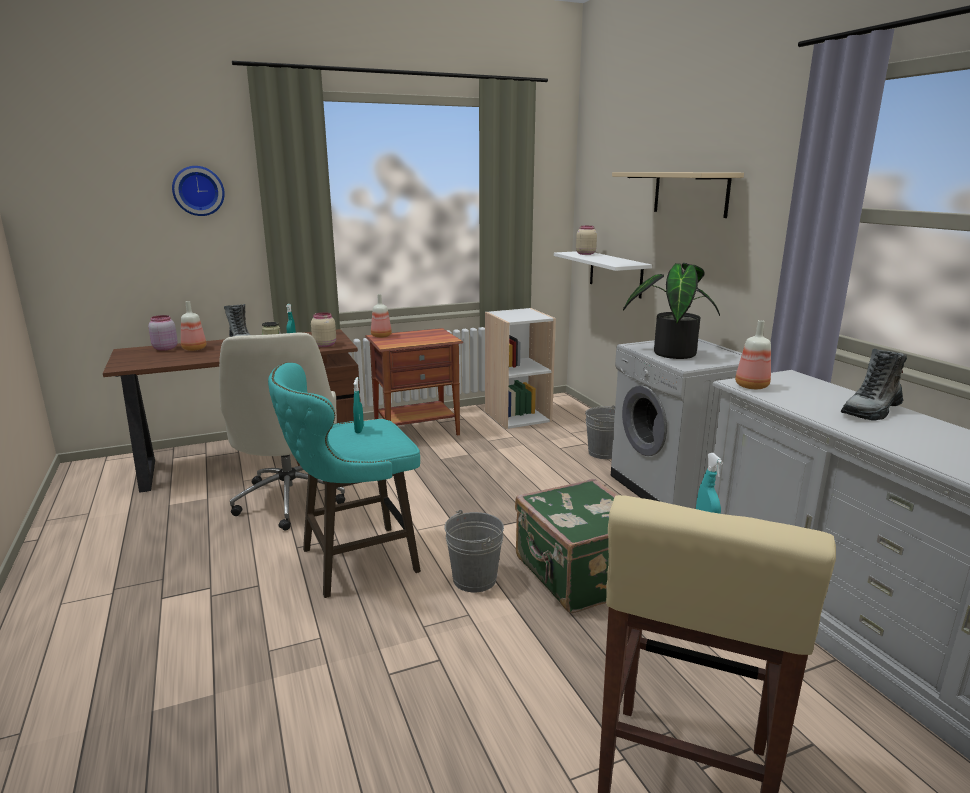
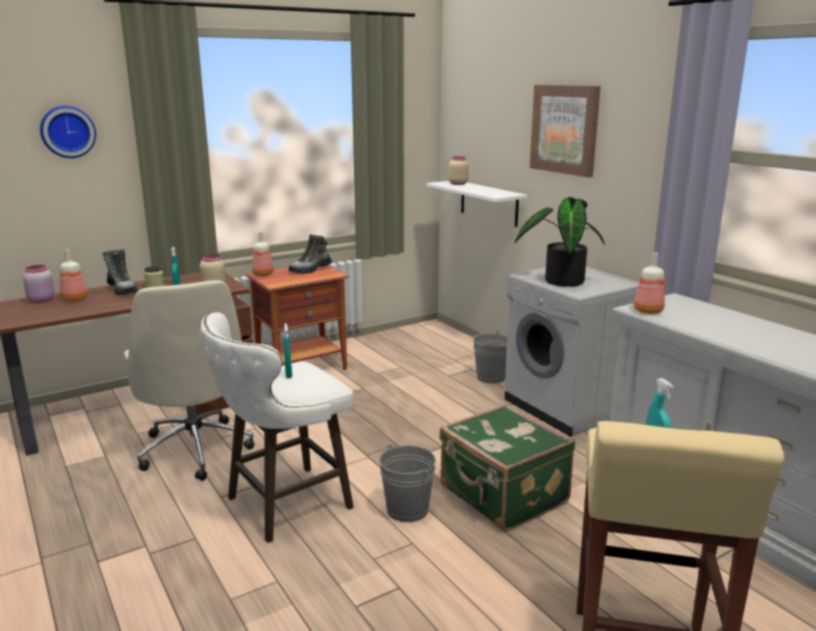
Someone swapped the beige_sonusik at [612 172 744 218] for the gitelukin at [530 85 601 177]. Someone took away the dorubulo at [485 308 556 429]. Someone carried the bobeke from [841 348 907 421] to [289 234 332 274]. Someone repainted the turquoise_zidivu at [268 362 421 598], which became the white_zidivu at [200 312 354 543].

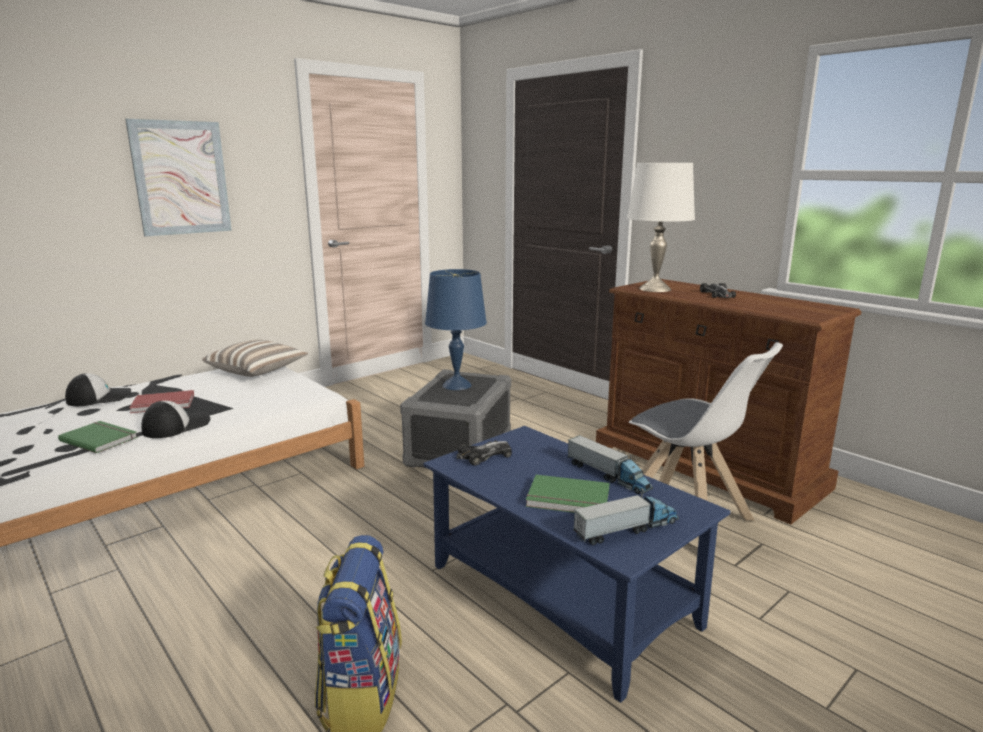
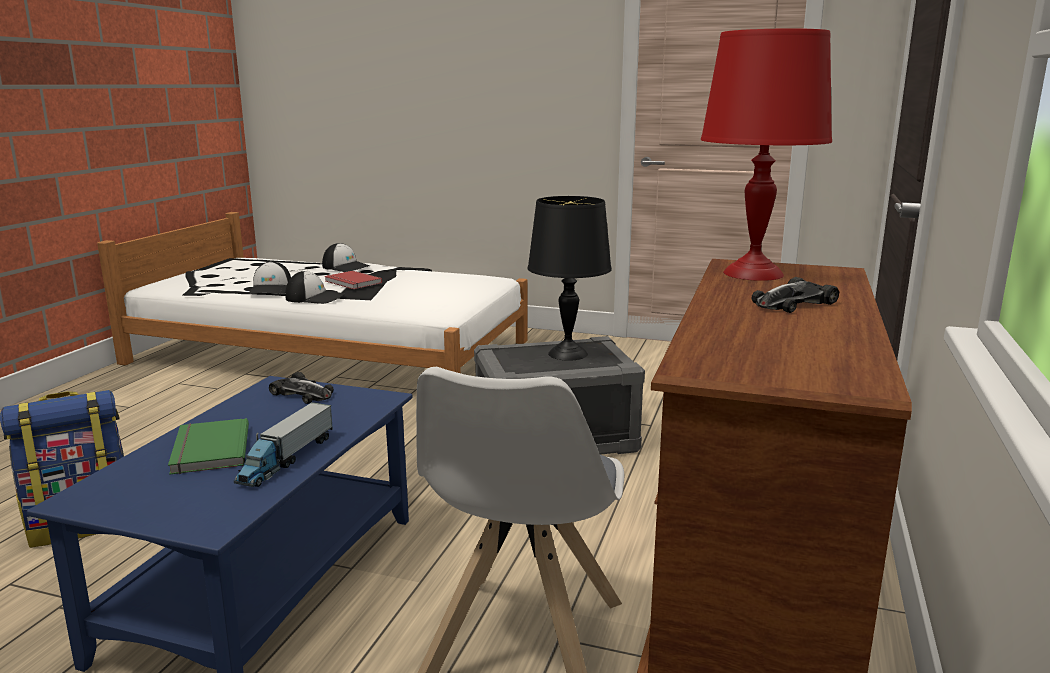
Someone took away the gitelukin at [125 119 232 236]. Someone repainted the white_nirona at [627 163 695 292], which became the red_nirona at [701 28 832 281]. Someone repainted the blue_nirona at [425 269 487 390], which became the black_nirona at [528 196 612 361]. Someone took away the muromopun at [202 340 308 377]. Someone swapped the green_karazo at [58 421 138 453] for the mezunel at [248 261 291 294]. Someone took away the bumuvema at [573 492 679 545].

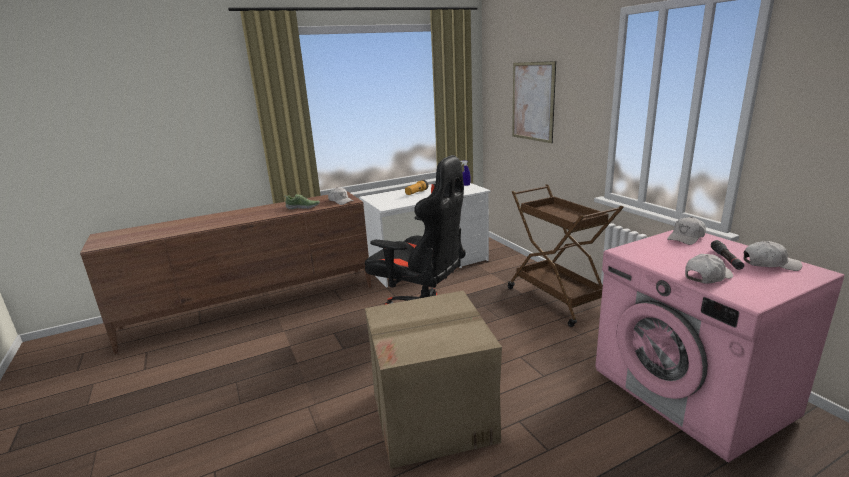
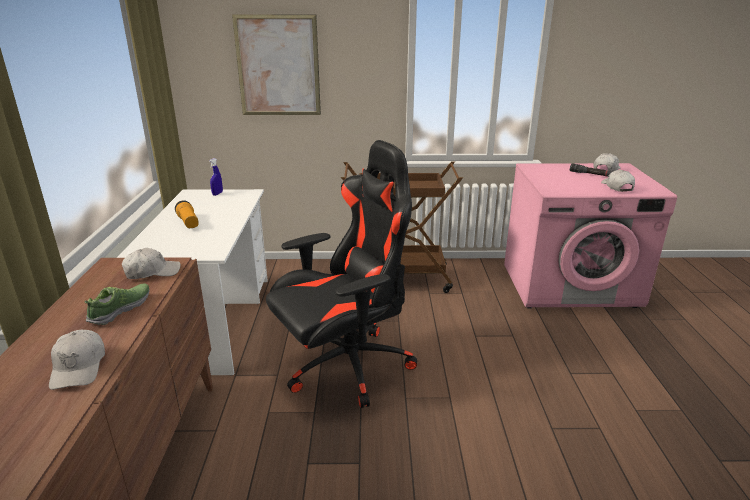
Someone carried the white_mezunel from [667 217 706 245] to [49 330 105 390]. Someone took away the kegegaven at [365 291 502 469].

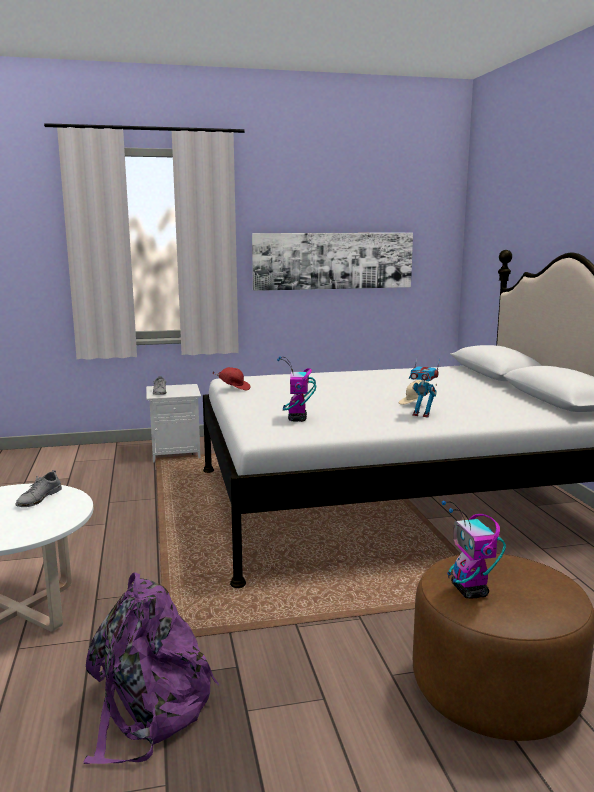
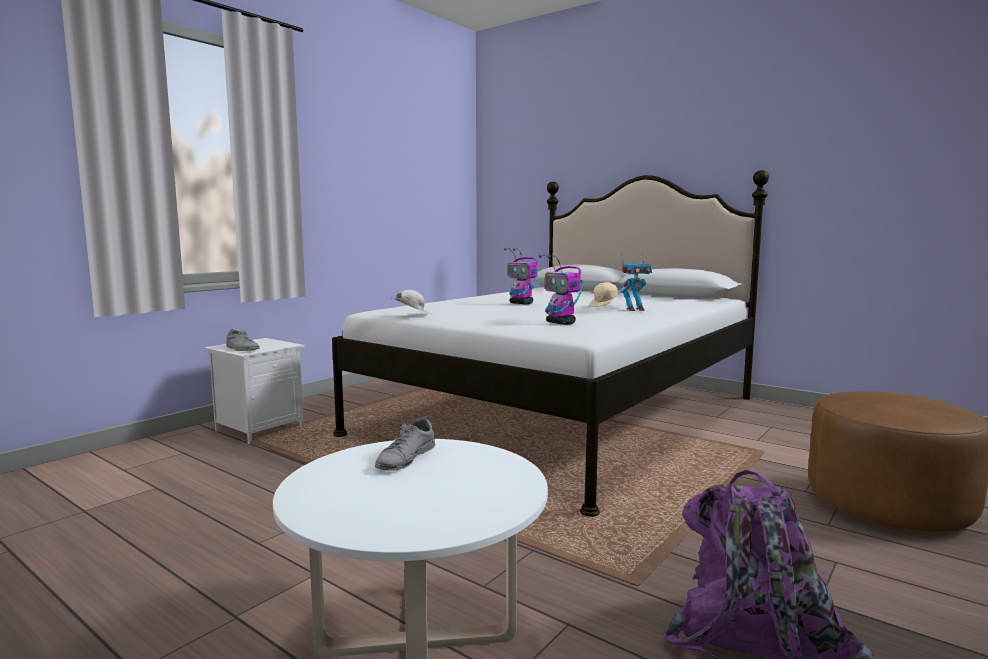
Someone took away the gitelukin at [252 233 413 291]. Someone repainted the red_mezunel at [213 367 251 391], which became the white_mezunel at [391 290 432 314]. Someone rotated the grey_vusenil at [16 470 62 507] by 45 degrees clockwise. Someone carried the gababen from [442 501 506 599] to [504 248 538 304].

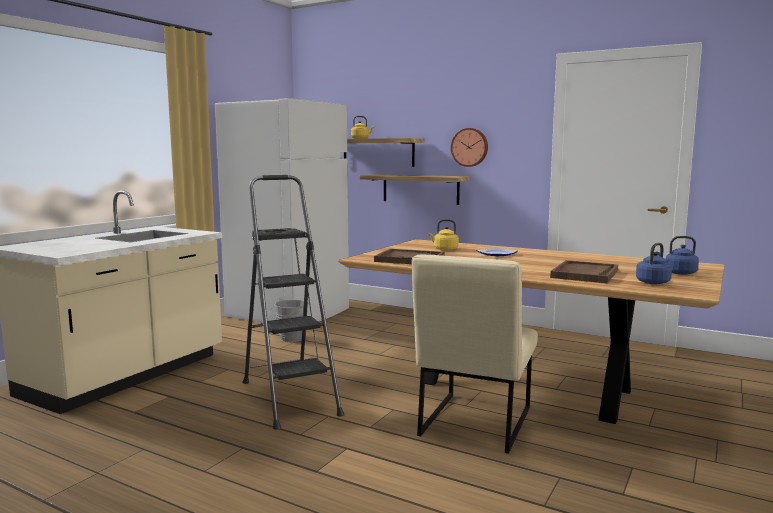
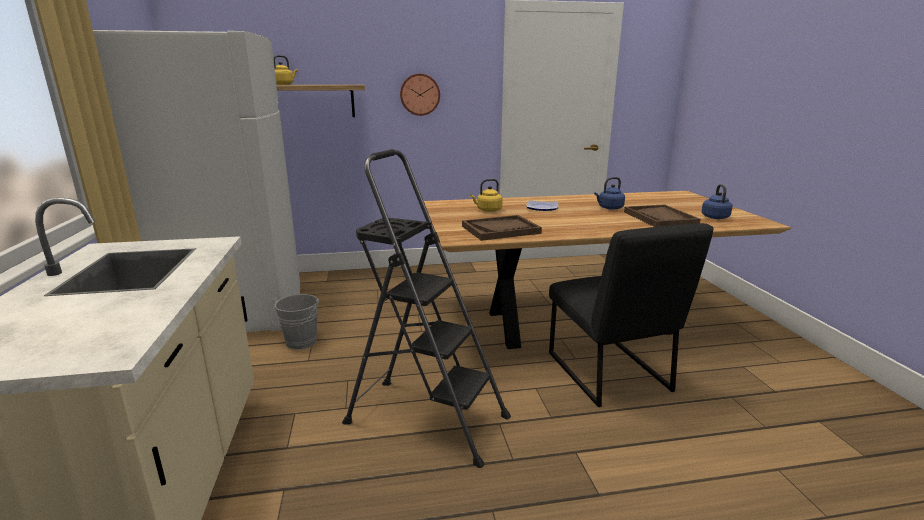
Someone took away the sonusik at [360 174 470 205]. Someone carried the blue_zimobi from [656 236 699 275] to [594 177 625 210]. Someone repainted the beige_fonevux at [412 255 538 454], which became the black_fonevux at [549 223 714 407].

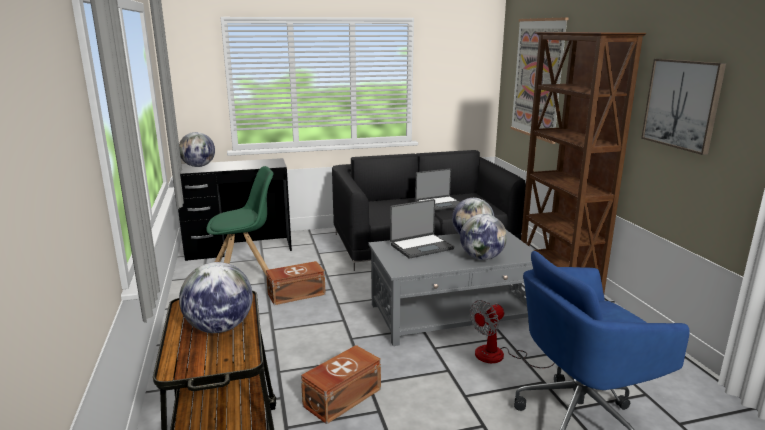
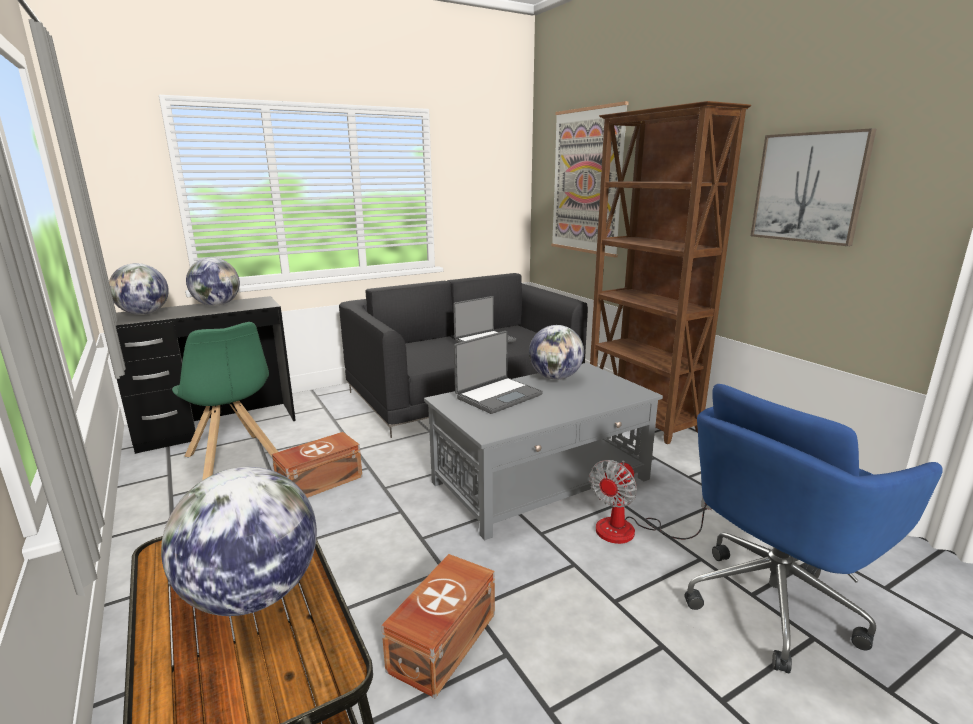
Someone rotated the green_fonevux at [206 166 274 275] by 90 degrees clockwise. Someone carried the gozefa from [460 214 507 260] to [186 257 240 306].

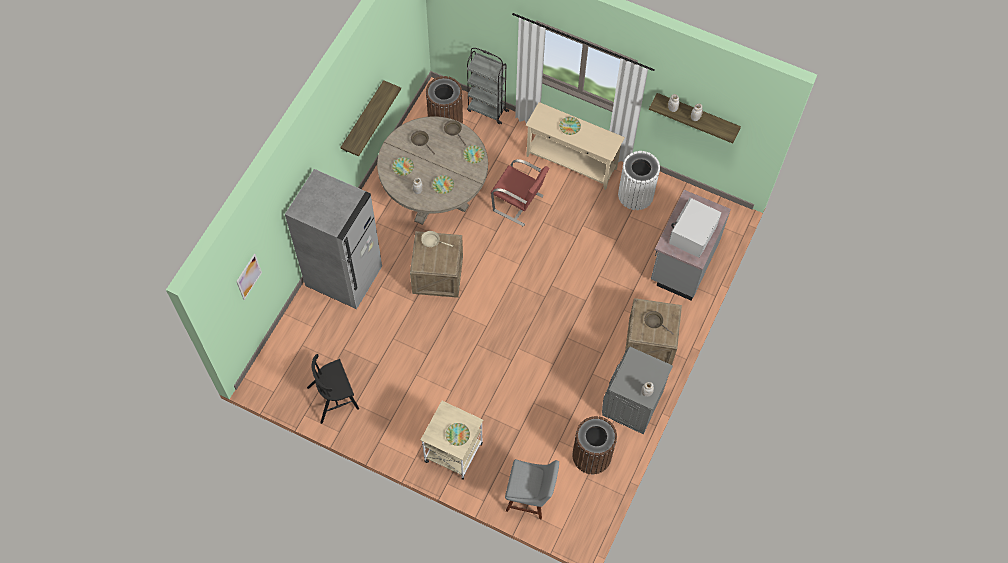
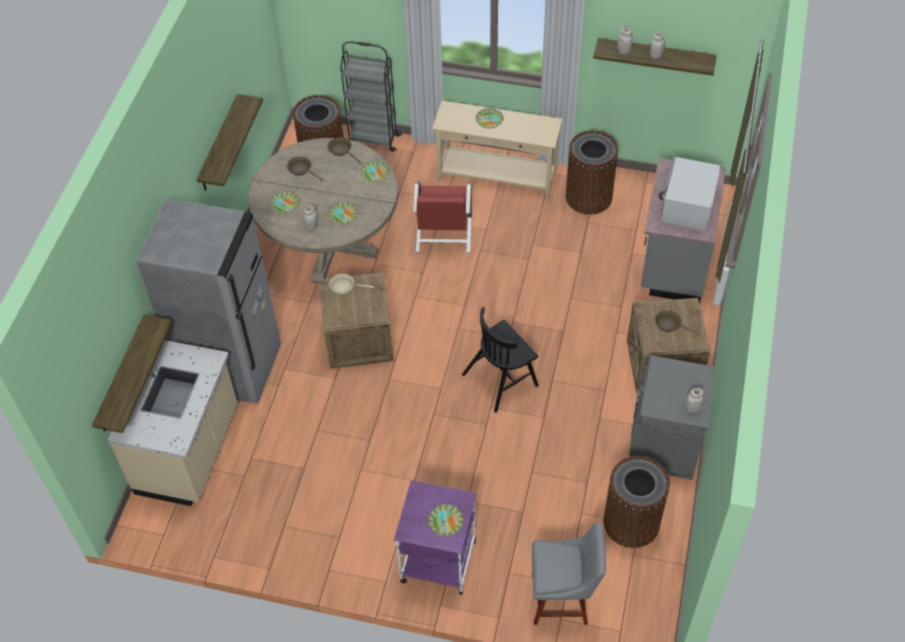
Someone repainted the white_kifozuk at [618 151 660 210], which became the brown_kifozuk at [566 130 618 215]. Someone rotated the red_fonevux at [491 159 550 227] by 75 degrees clockwise. Someone took away the gitelukin at [236 253 262 300]. Someone carried the black_fonevux from [307 354 359 424] to [462 307 538 413]. Someone repainted the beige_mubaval at [421 401 483 480], which became the purple_mubaval at [394 480 477 595]. Someone put up the sonusik at [92 315 173 433]. Someone put down the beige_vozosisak at [107 340 238 506].

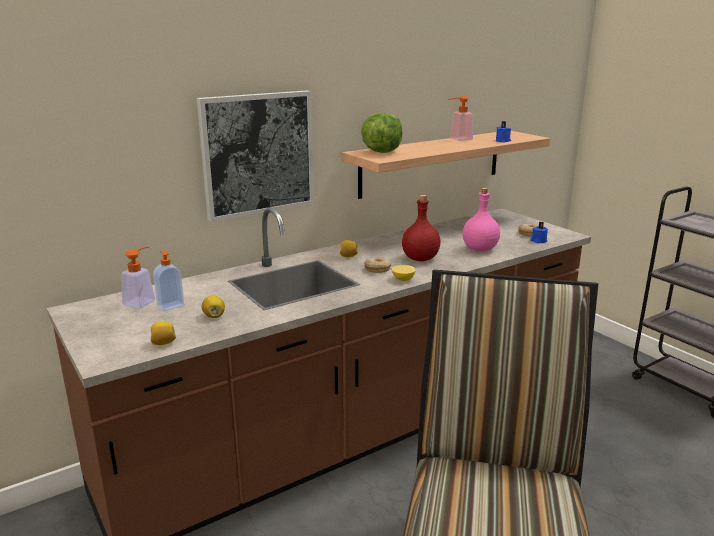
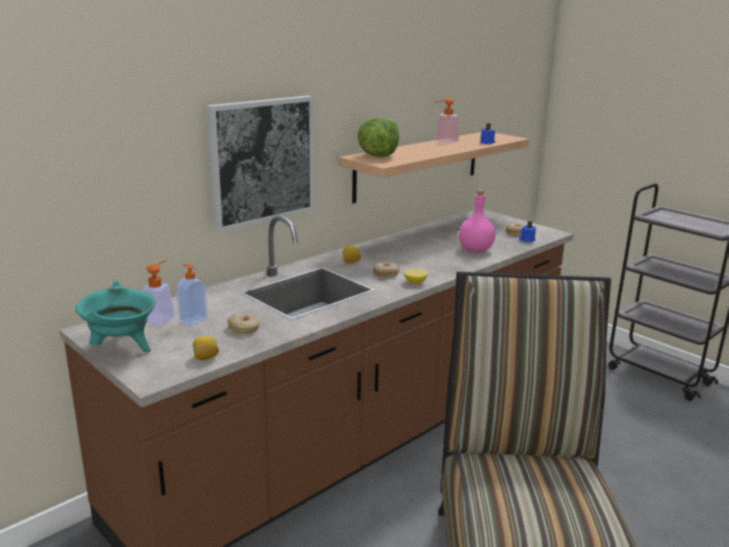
Someone took away the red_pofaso at [402 195 441 261]. Someone swapped the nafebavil at [202 295 225 318] for the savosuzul at [227 313 260 334]. Someone put down the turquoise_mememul at [75 281 156 353].

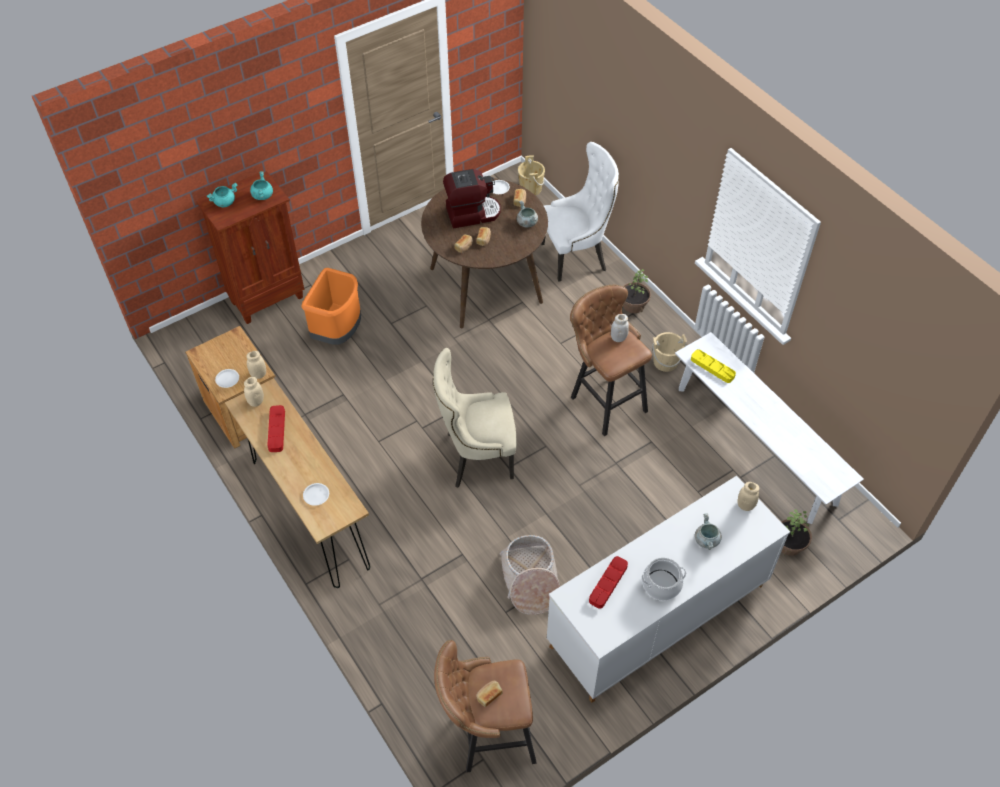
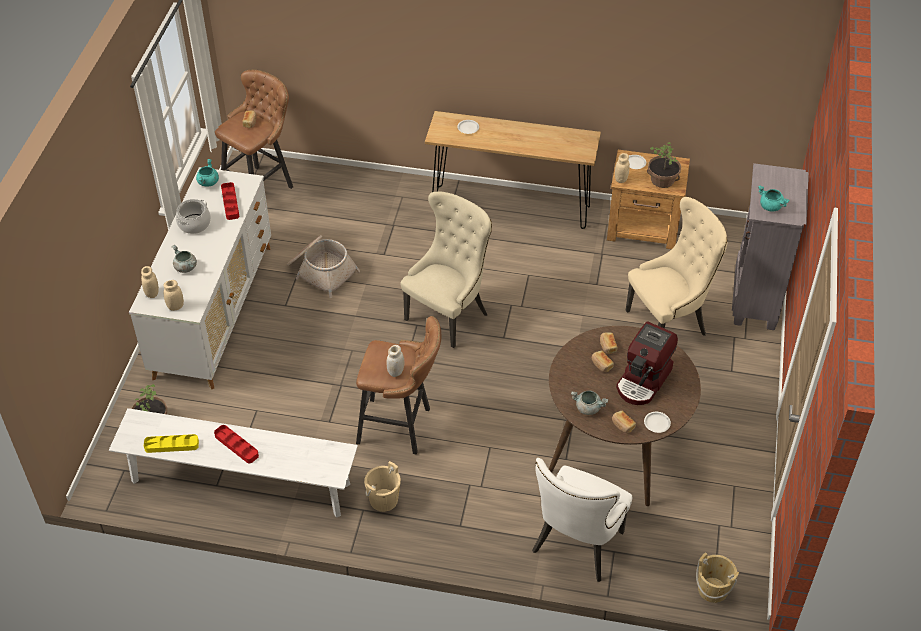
Someone repainted the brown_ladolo at [196 171 305 324], which became the grey_ladolo at [732 163 808 330]. Someone carried the turquoise_mememul from [207 183 237 207] to [196 159 219 186]. Someone swapped the orange_kifozuk at [301 268 361 345] for the beige_fonevux at [626 197 727 336]. Someone carried the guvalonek from [623 269 651 313] to [647 142 681 188]. Someone carried the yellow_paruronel from [691 349 736 383] to [144 434 199 453]. Someone carried the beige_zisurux from [244 377 264 407] to [141 266 159 298]. Someone carried the red_paruronel from [267 405 285 452] to [214 425 259 463].

